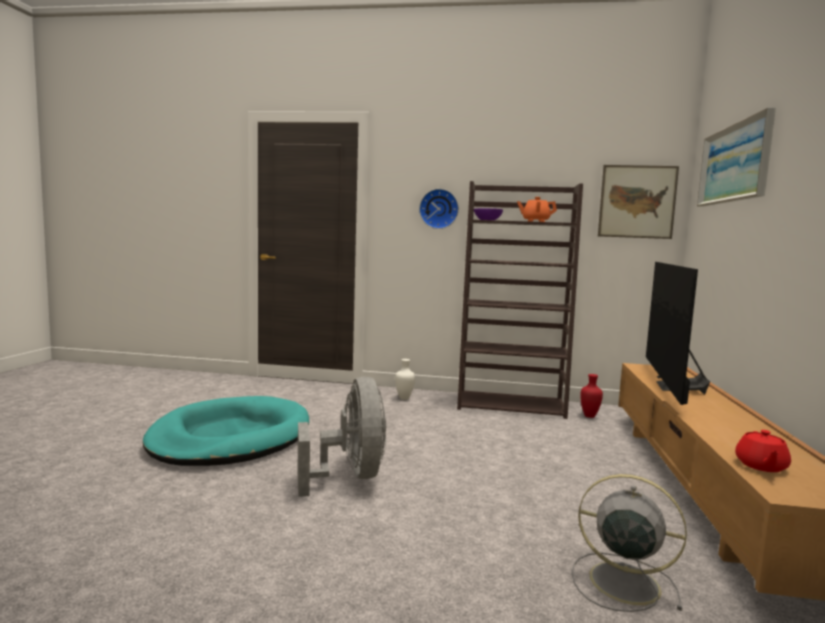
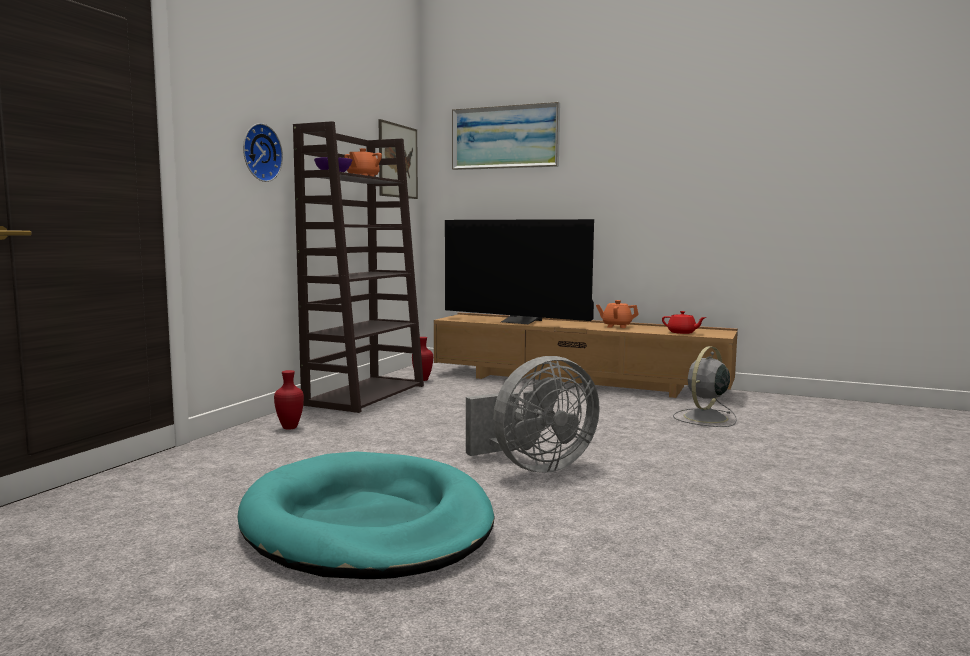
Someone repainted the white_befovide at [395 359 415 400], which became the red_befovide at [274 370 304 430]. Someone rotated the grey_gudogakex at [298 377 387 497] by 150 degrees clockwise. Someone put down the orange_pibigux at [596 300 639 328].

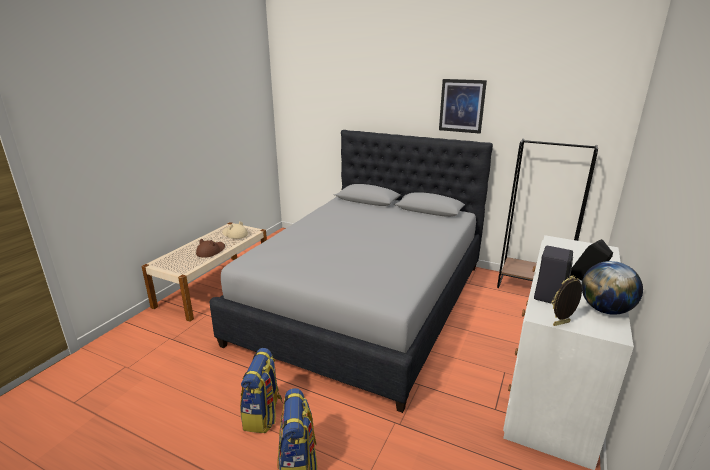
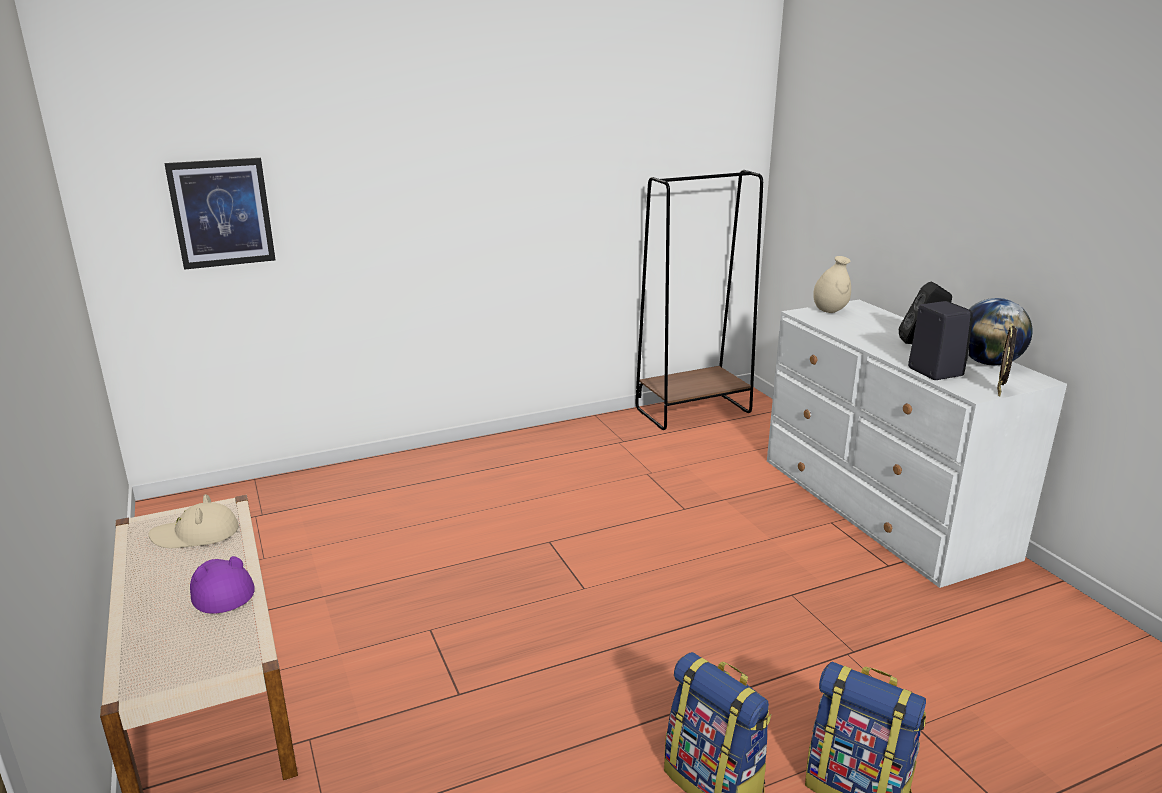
Someone carried the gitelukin from [439 79 487 134] to [164 158 275 270]. Someone took away the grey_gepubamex at [209 130 493 413]. Someone repainted the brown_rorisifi at [196 239 225 258], which became the purple_rorisifi at [190 556 255 614]. Someone put down the beige_befovide at [813 256 851 313].

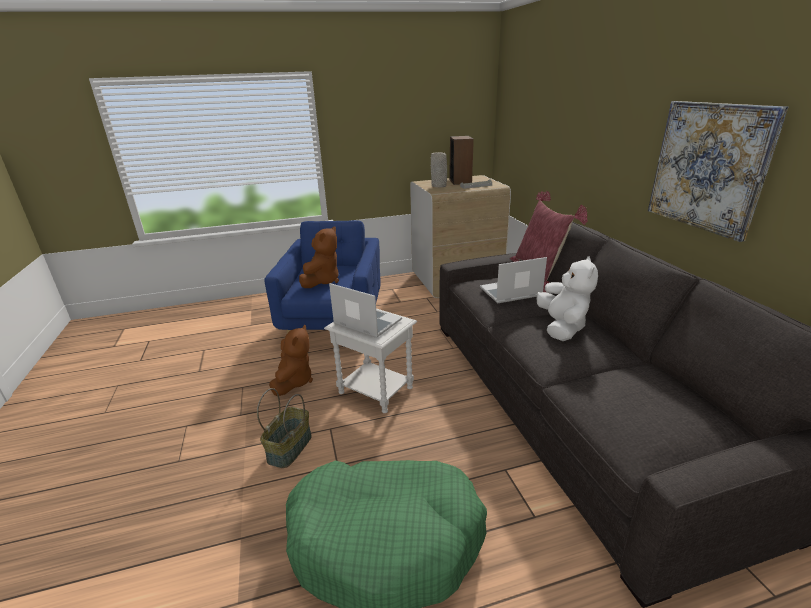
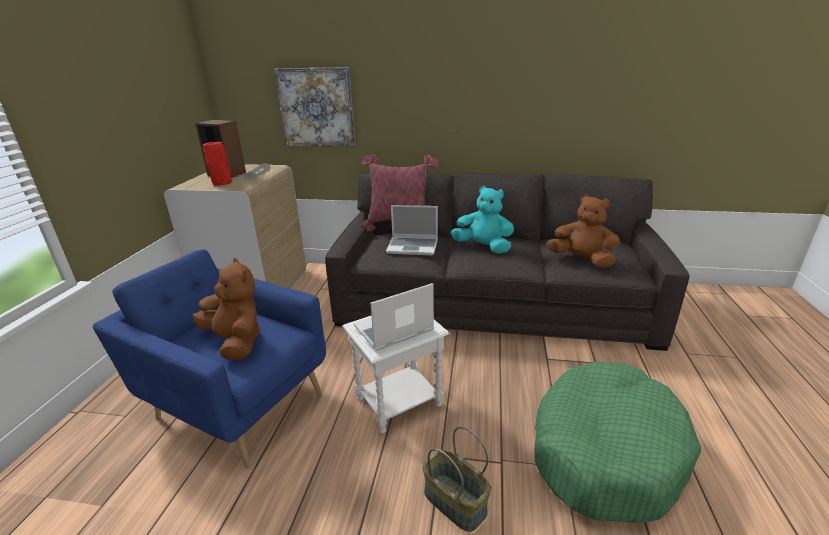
Someone carried the gitelukin from [648 101 788 242] to [274 67 355 147]. Someone repainted the grey_befovide at [431 152 447 187], which became the red_befovide at [203 142 232 186]. Someone repainted the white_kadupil at [536 256 598 341], which became the turquoise_kadupil at [451 186 514 254]. Someone rotated the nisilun at [480 257 547 303] by 90 degrees counterclockwise. Someone carried the brown_kadupil from [269 325 313 396] to [547 194 620 268].

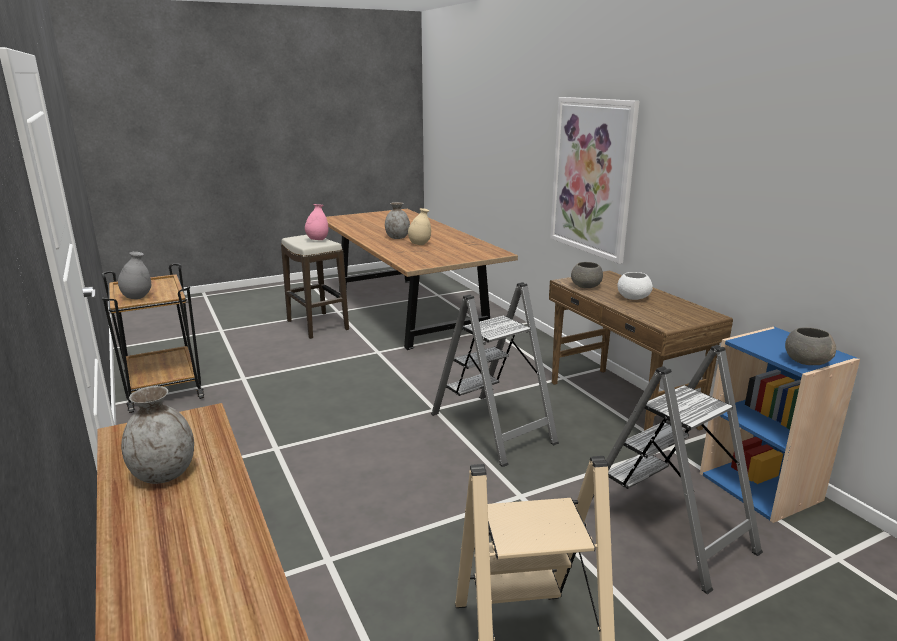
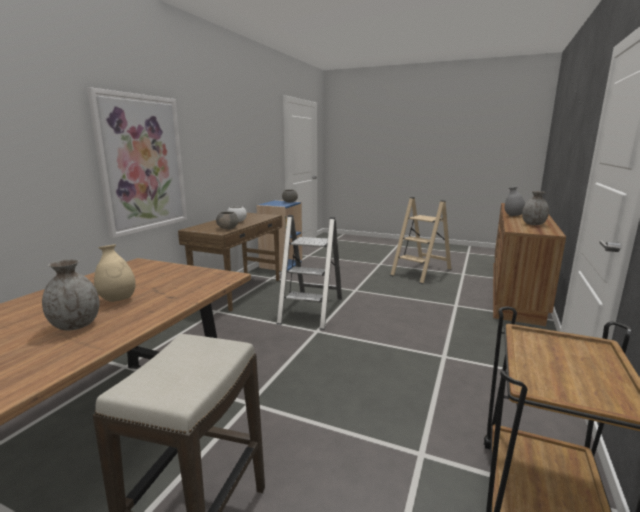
Someone took away the pink_befovide at [305 204 329 240]. Someone carried the grey_befovide from [118 252 151 299] to [505 187 525 216]. Someone took away the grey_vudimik at [592 345 763 594].

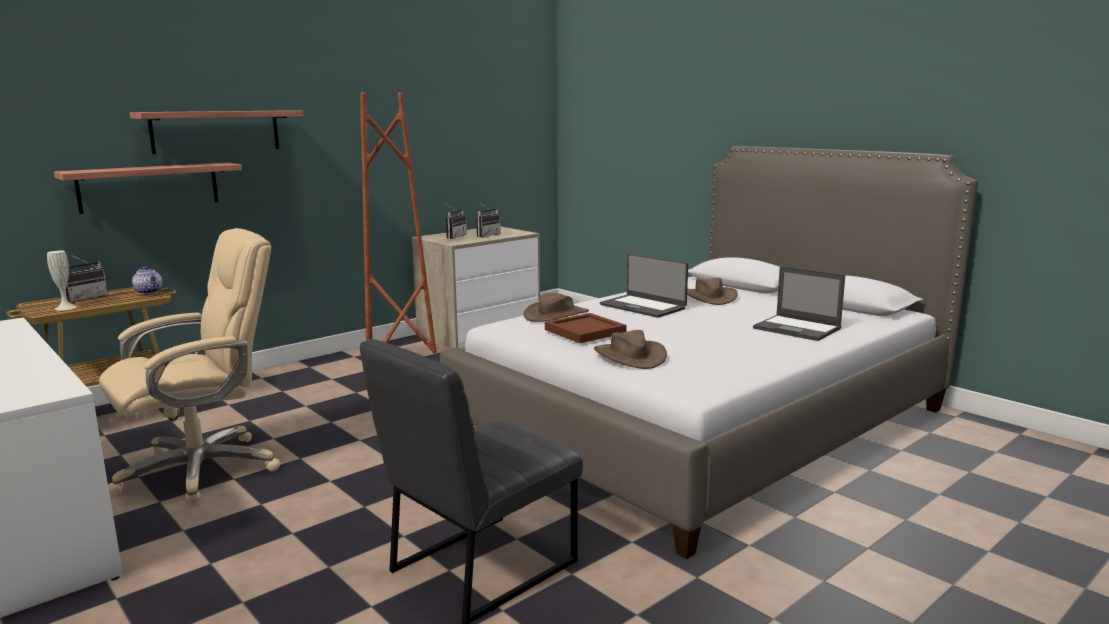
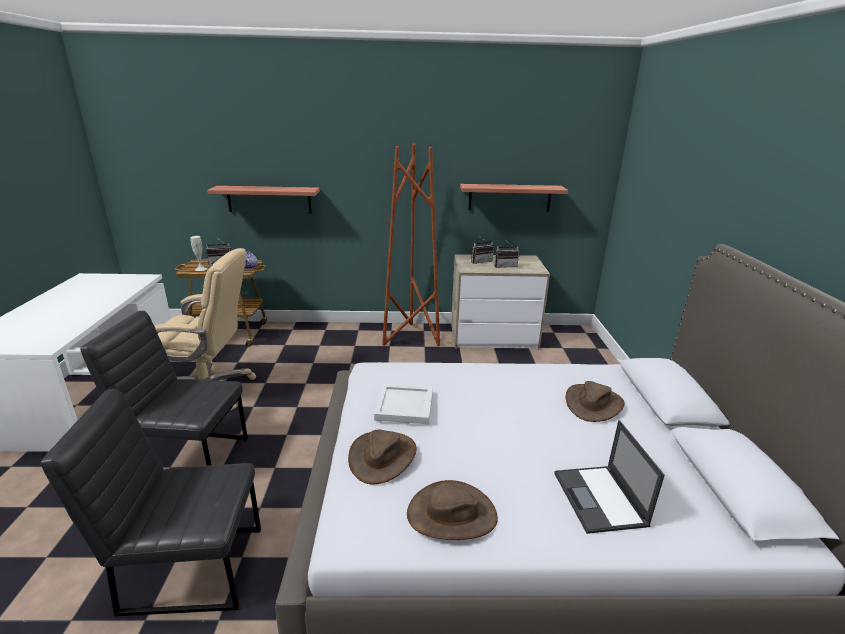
Someone carried the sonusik from [130 111 304 154] to [460 184 568 211]. Someone took away the nisilun at [600 253 688 318]. Someone carried the brown_rorisifi from [524 293 589 322] to [407 480 498 540]. Someone repainted the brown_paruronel at [545 313 626 343], which became the white_paruronel at [374 384 433 424]. Someone put down the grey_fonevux at [80 311 248 466].

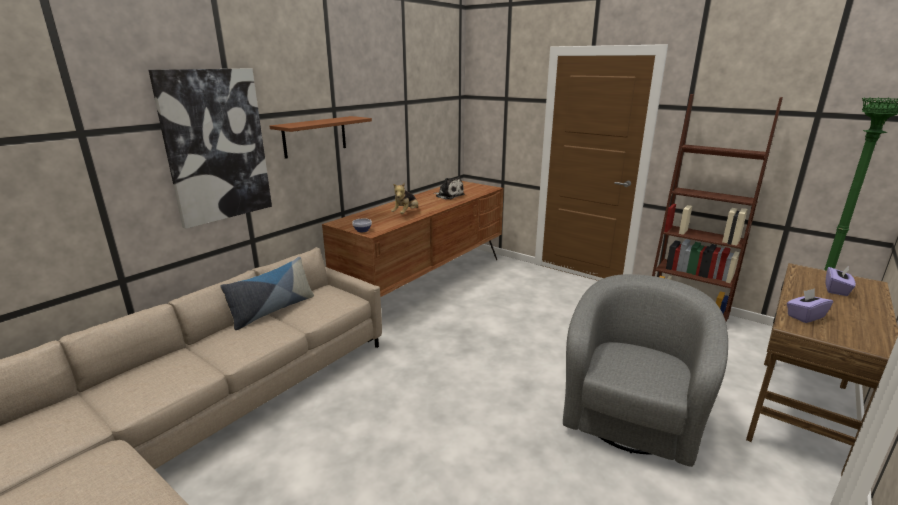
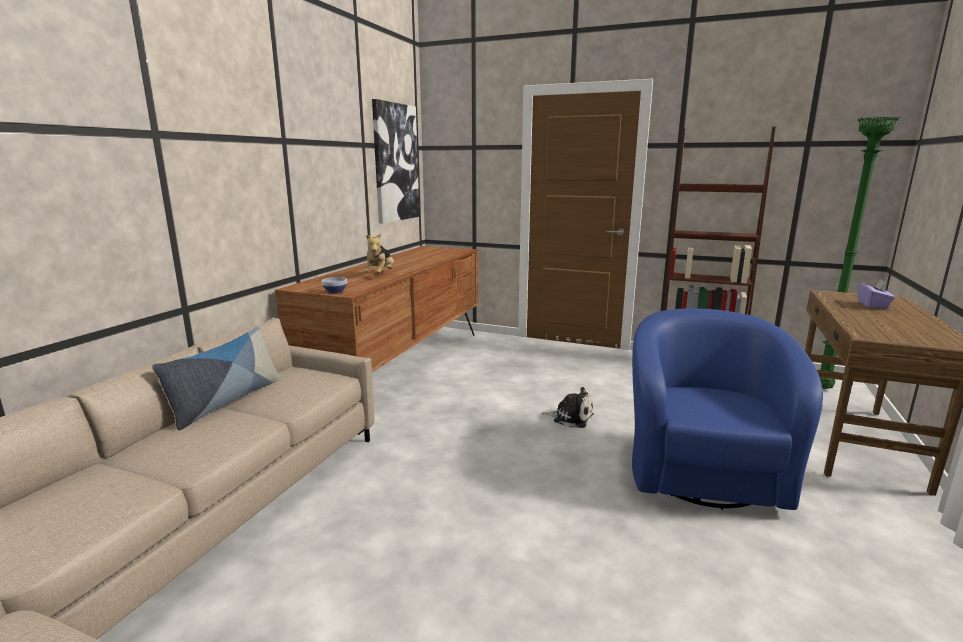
Someone carried the gitelukin from [149 69 272 229] to [372 99 420 224]. Someone took away the brown_sonusik at [270 116 372 159]. Someone carried the kadupil from [433 177 465 199] to [542 387 594 428]. Someone repainted the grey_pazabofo at [563 274 728 467], which became the blue_pazabofo at [632 308 823 510]. Someone took away the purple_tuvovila at [787 288 833 323].

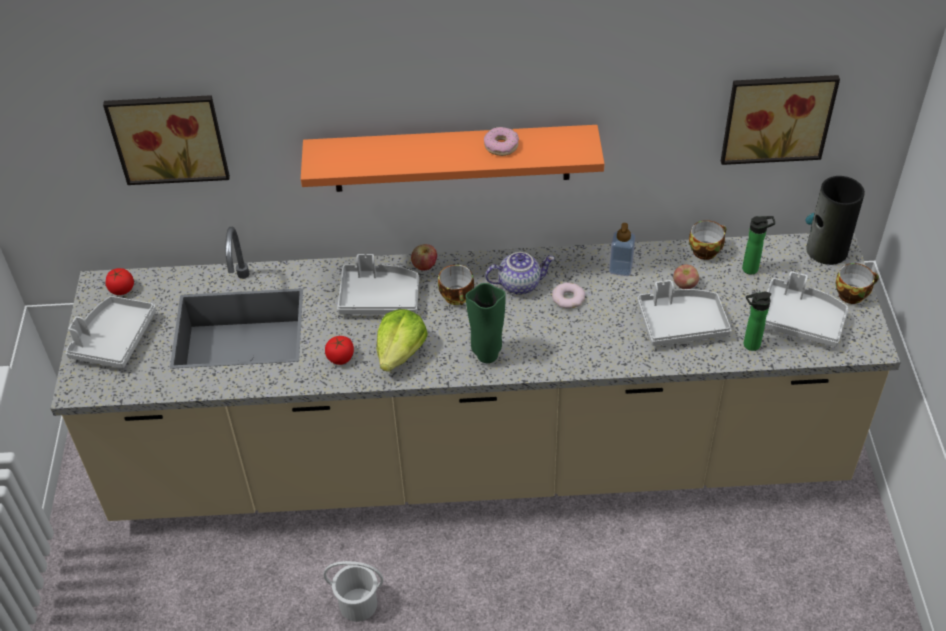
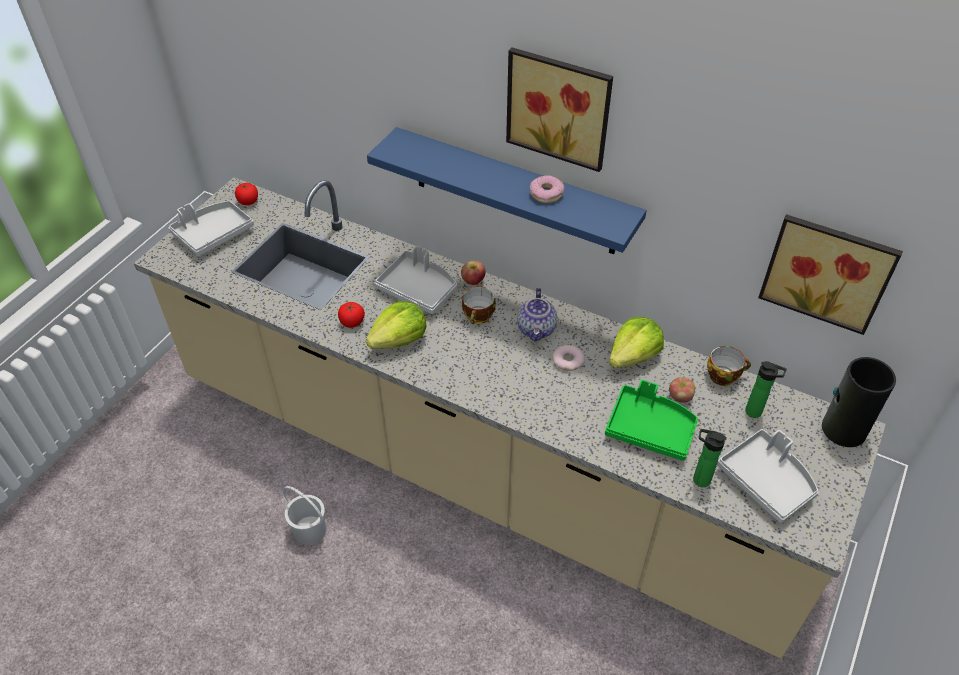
Someone carried the gitelukin from [103 95 230 185] to [506 48 613 172]. Someone repainted the orange_sonusik at [301 125 604 192], which became the blue_sonusik at [367 127 647 254]. Someone swapped the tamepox at [609 223 635 276] for the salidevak at [609 317 664 368]. Someone rotated the pibigux at [485 252 555 295] by 75 degrees clockwise. Someone took away the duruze at [836 263 879 304]. Someone repainted the grey_paruronel at [637 280 731 346], which became the green_paruronel at [605 380 698 461]. Someone took away the green_befovide at [466 283 506 363].

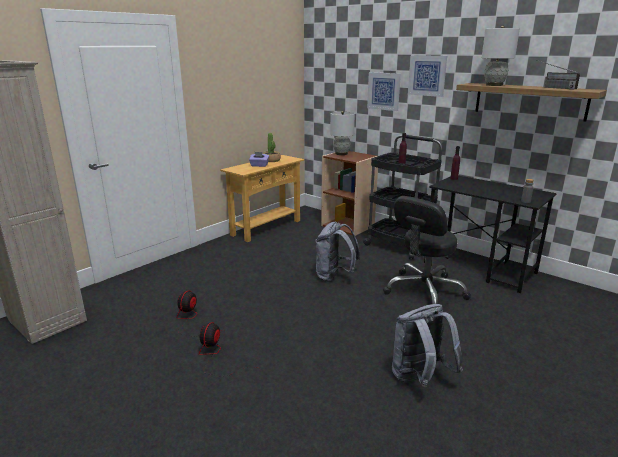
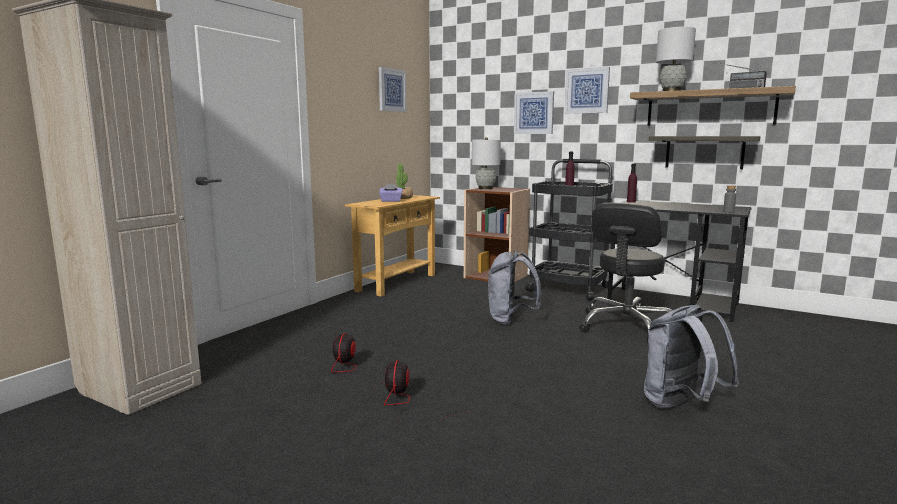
Someone put up the gitelukin at [379 67 406 112]. Someone put up the sonusik at [649 136 761 169].

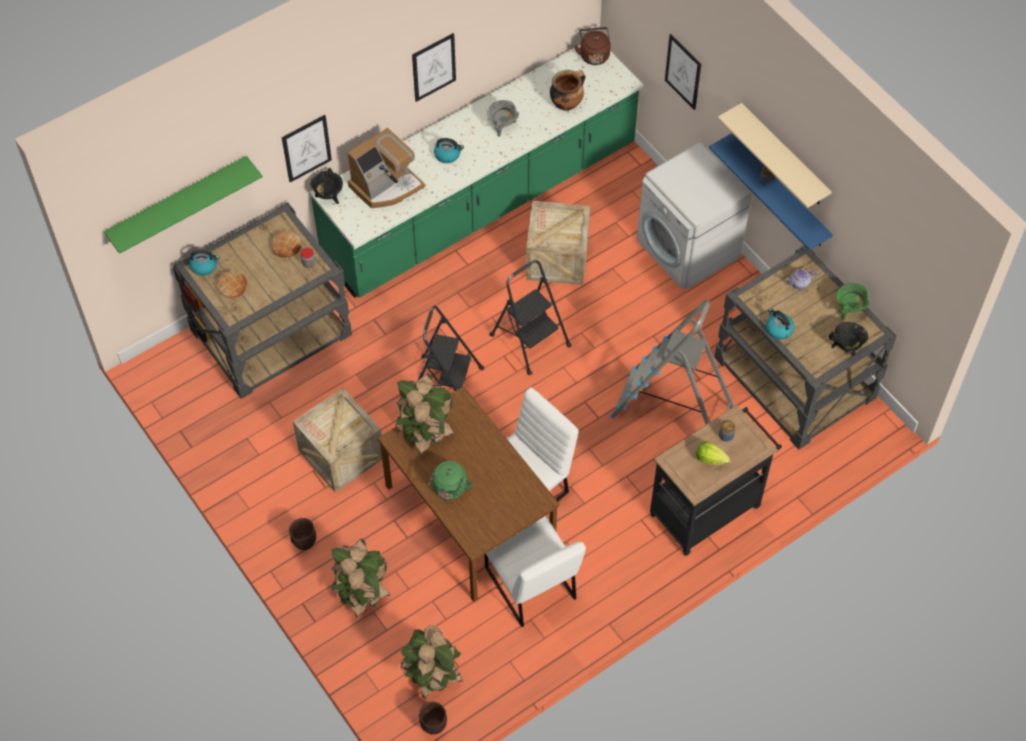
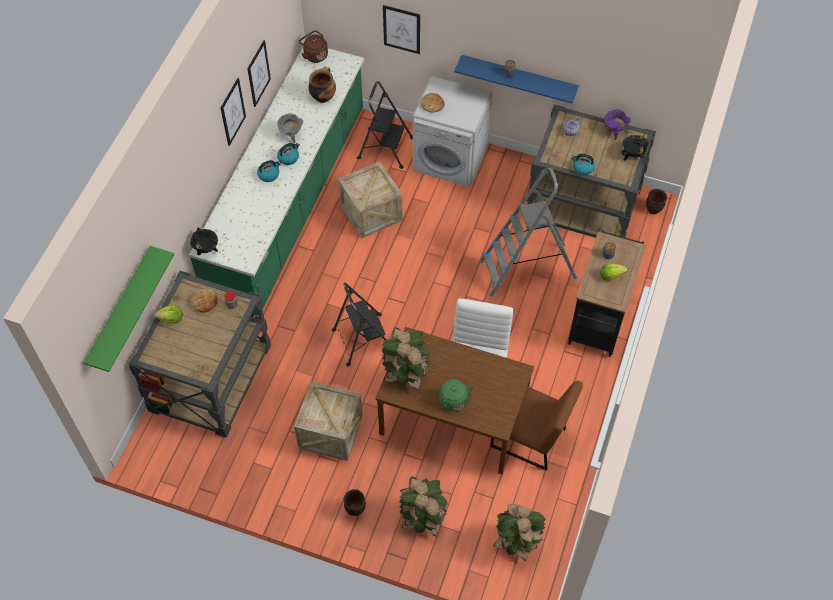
Someone took away the beige_sonusik at [718 103 832 208]. Someone carried the gitelukin from [282 115 332 182] to [247 40 271 107]. Someone took away the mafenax at [348 128 426 208]. Someone carried the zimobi from [189 250 220 276] to [277 143 300 165]. Someone carried the black_vudimik from [489 260 572 375] to [357 81 413 169]. Someone carried the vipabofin from [216 271 247 298] to [420 93 445 112]. Someone repainted the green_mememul at [836 283 870 320], which became the purple_mememul at [604 109 631 140]. Someone repainted the white_fonevux at [485 516 586 627], which became the brown_fonevux at [490 381 583 471]. Someone carried the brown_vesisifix from [419 701 447 735] to [646 189 667 214]. Someone put down the salidevak at [154 305 182 323].

